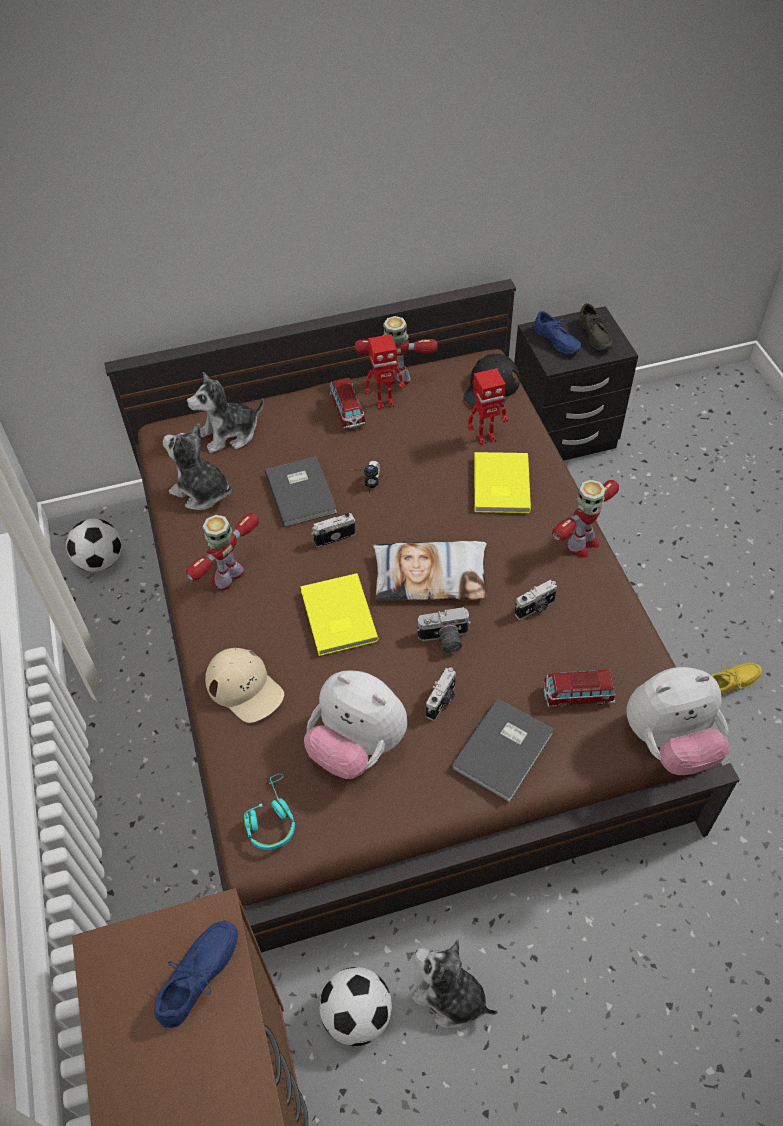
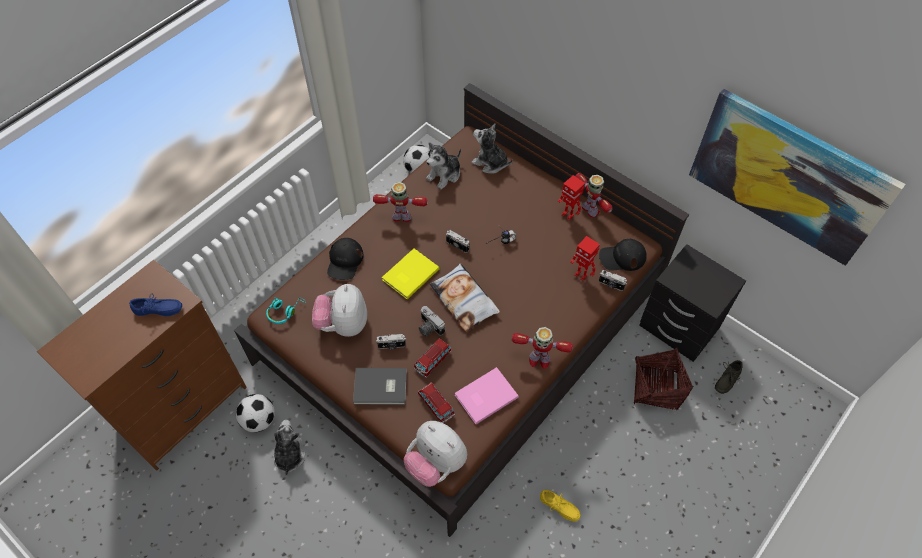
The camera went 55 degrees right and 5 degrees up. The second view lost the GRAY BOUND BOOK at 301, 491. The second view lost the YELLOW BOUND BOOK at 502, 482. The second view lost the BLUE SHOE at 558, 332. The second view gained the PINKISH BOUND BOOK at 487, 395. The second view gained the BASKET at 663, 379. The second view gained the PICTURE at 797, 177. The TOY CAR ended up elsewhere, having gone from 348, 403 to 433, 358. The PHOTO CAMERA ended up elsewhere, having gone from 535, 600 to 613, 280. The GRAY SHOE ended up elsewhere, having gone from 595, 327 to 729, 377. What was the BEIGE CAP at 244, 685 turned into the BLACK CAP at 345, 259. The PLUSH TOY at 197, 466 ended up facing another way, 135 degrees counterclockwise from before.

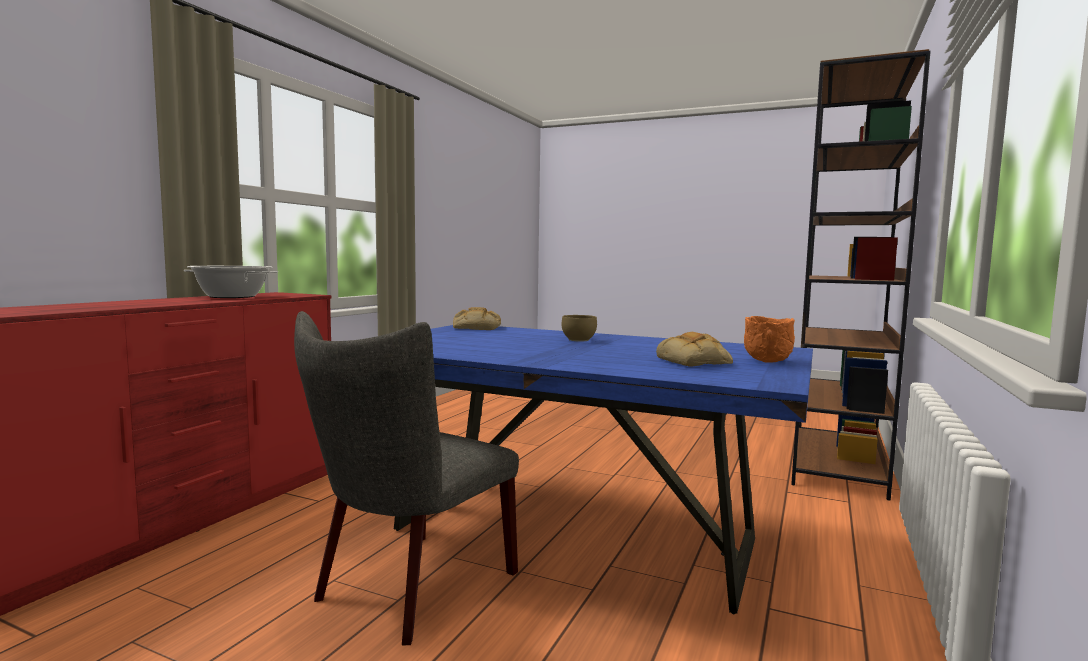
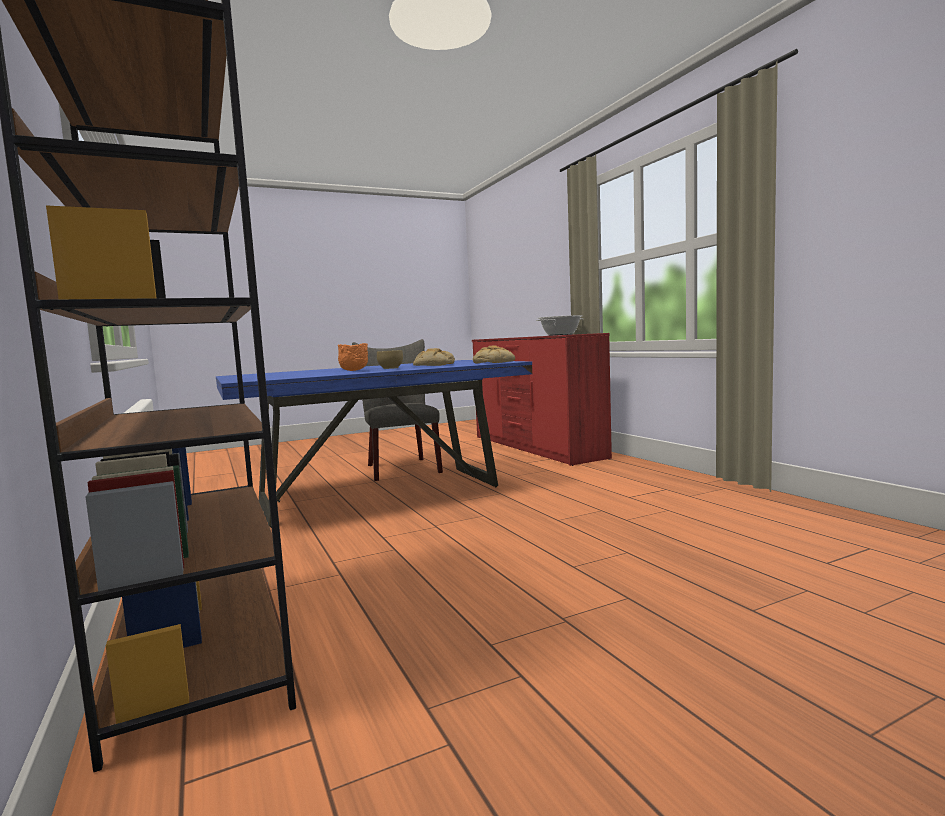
The camera went 130 degrees right and 0 degrees up. The BREAD ended up elsewhere, having gone from 694, 349 to 434, 357. The ORANGE DEEP DISH ended up elsewhere, having gone from 769, 339 to 353, 357.

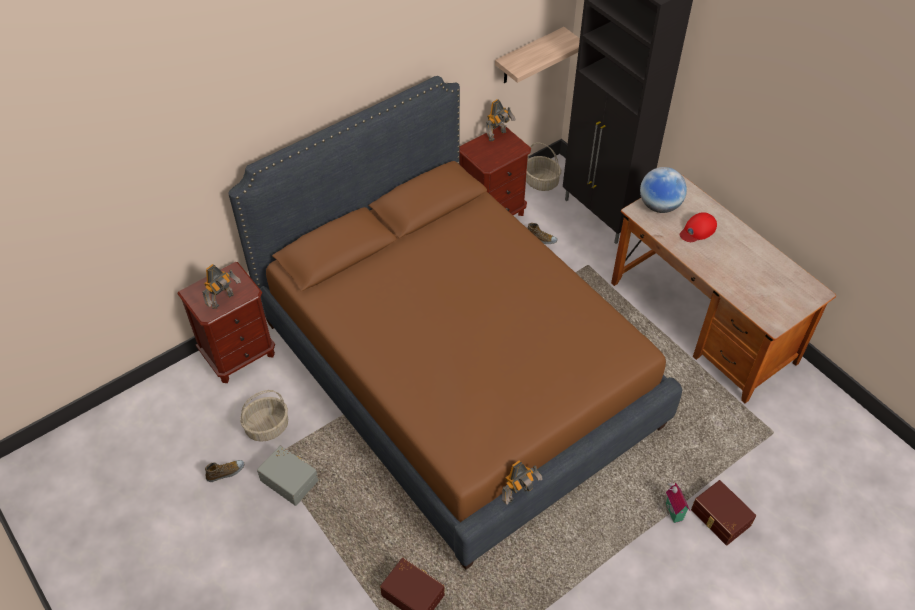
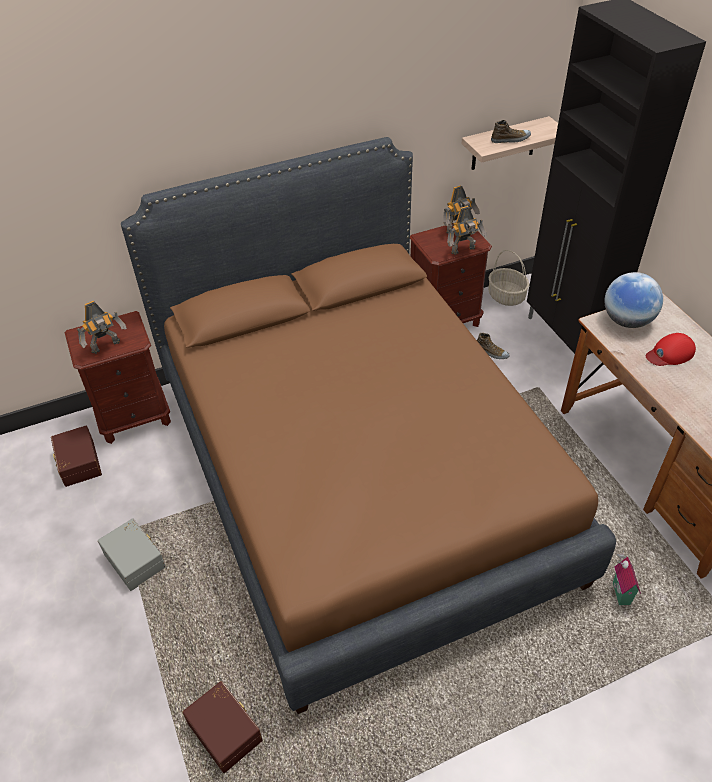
The camera went 15 degrees right and 5 degrees down. The second view lost the BASKET at 264, 416. The SHOE ended up elsewhere, having gone from 224, 471 to 511, 131. The TOY ROBOT ended up elsewhere, having gone from 522, 482 to 467, 230. The TOY HOUSE ended up elsewhere, having gone from 678, 501 to 627, 577. The BROWN STORAGE BIN ended up elsewhere, having gone from 723, 512 to 76, 456.

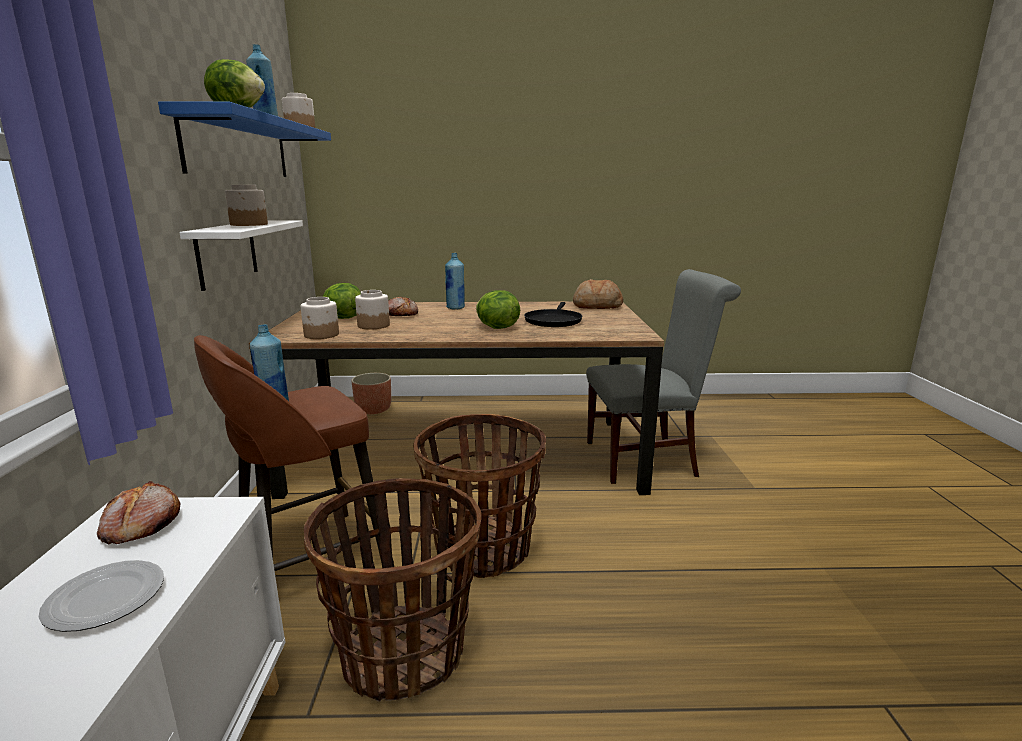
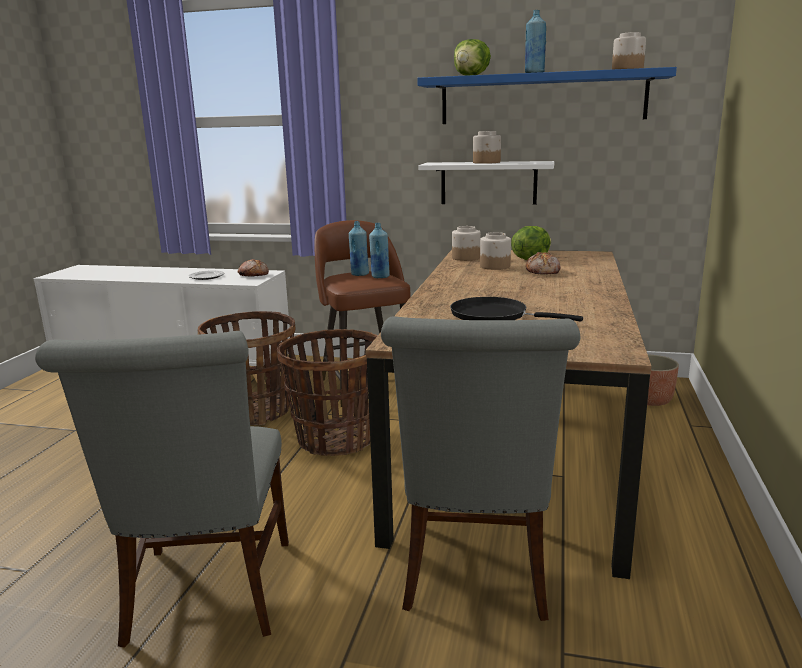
The camera went 105 degrees right and 0 degrees up. The second view lost the LETTUCE HEAD at 498, 309. The second view lost the BREAD at 598, 294. The second view gained the GRAY UPRIGHT CHAIR at 162, 489. The BLUE DRINK BOTTLE ended up elsewhere, having gone from 455, 281 to 379, 250.

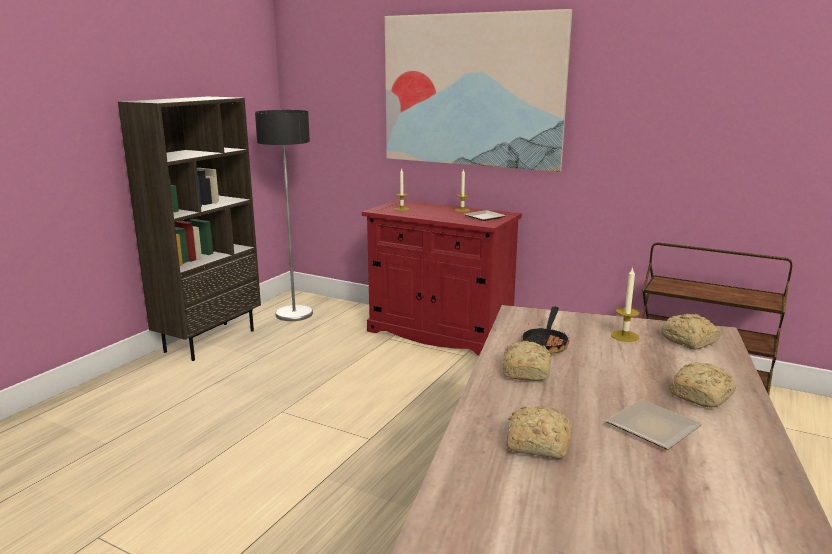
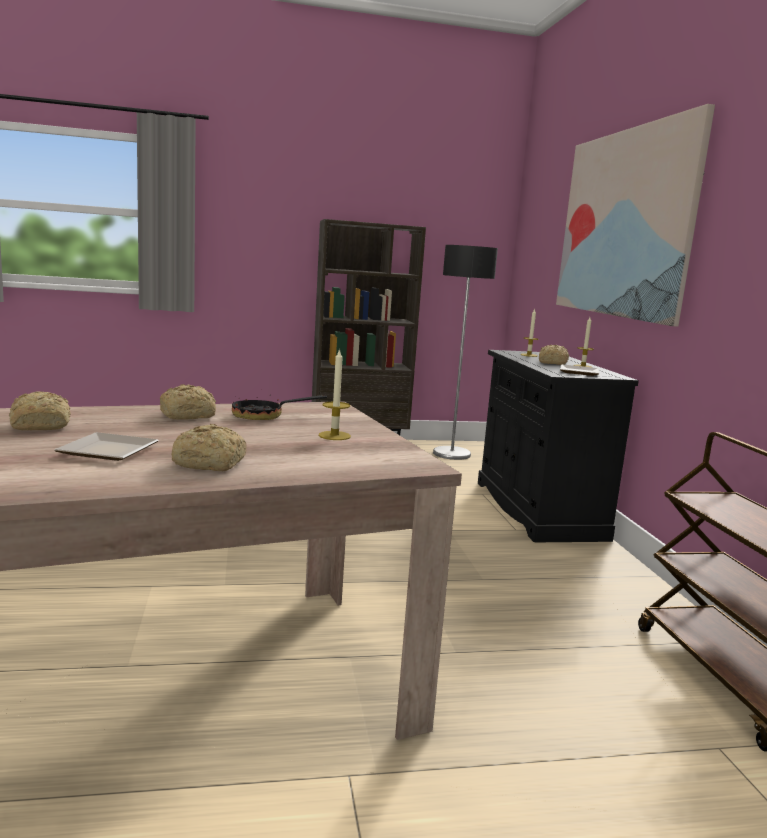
The camera went 50 degrees right and 5 degrees down. The BREAD ended up elsewhere, having gone from 690, 332 to 554, 355. What was the RED-COLOURED CUPBOARD at 442, 278 turned into the BLACK CUPBOARD at 558, 446.

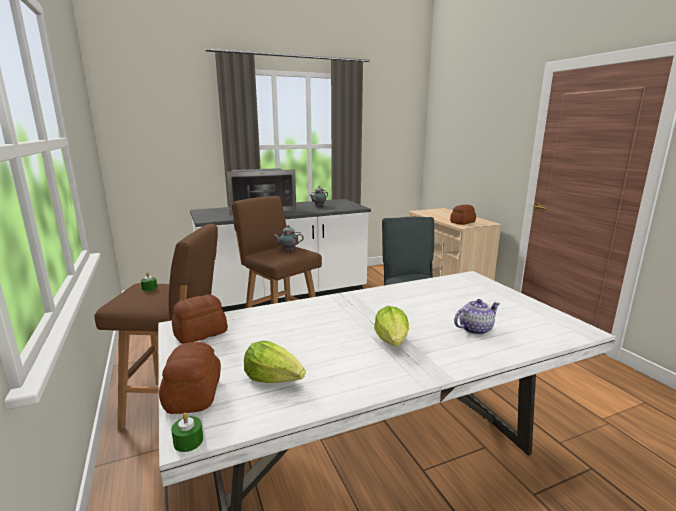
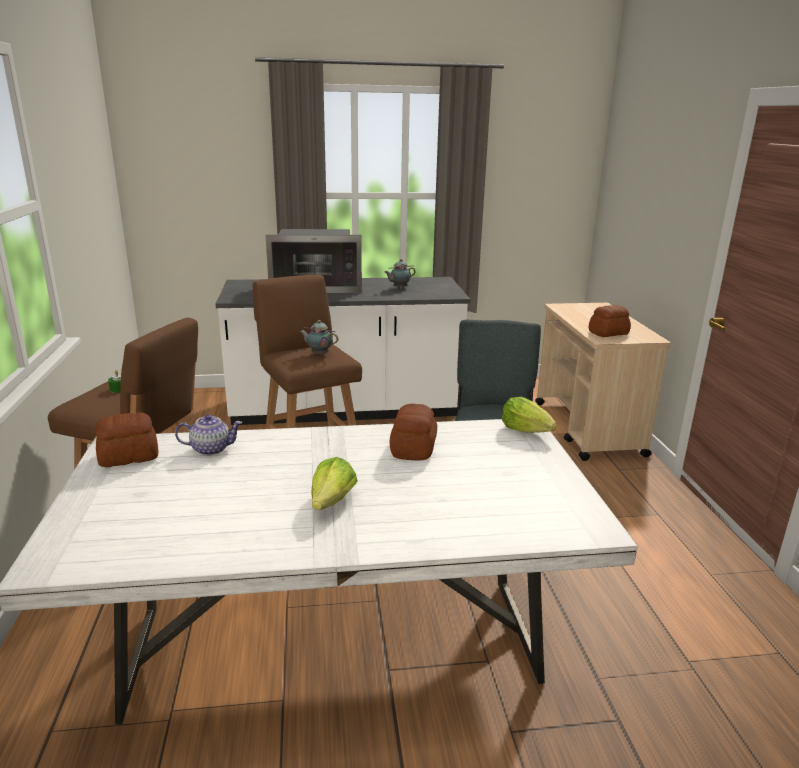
The camera went 15 degrees right and 5 degrees up. The second view lost the GREEN-COLOURED WAX LIGHT at 187, 432. The BREAD ended up elsewhere, having gone from 190, 378 to 413, 432. The LETTUCE HEAD ended up elsewhere, having gone from 275, 362 to 529, 415. The POT FOR TEA ended up elsewhere, having gone from 477, 317 to 208, 435.

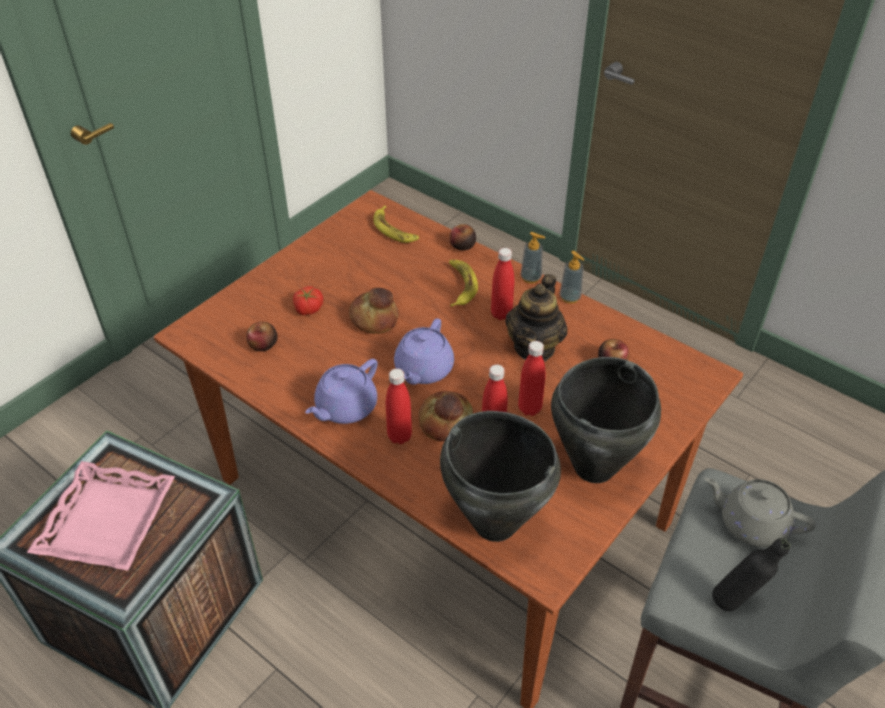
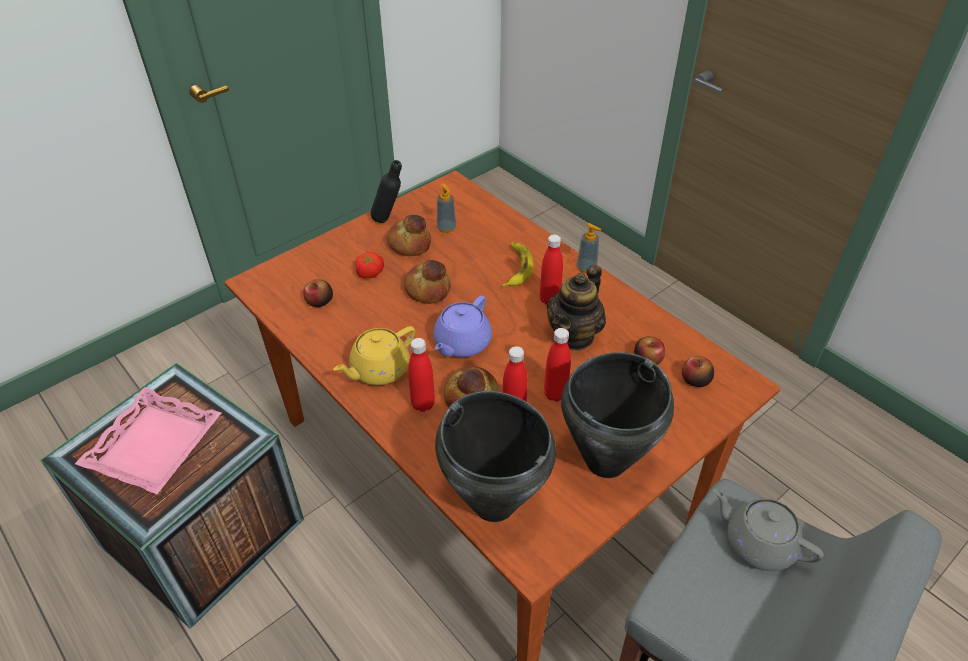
The camera went 10 degrees right and 0 degrees up. The second view lost the BANANA FRUIT at 396, 224. The second view gained the BREAD at 408, 235. The APPLE ended up elsewhere, having gone from 463, 237 to 698, 371. The SOAP DISPENSER ended up elsewhere, having gone from 572, 277 to 446, 208. The BLACK DRINK BOTTLE ended up elsewhere, having gone from 751, 574 to 386, 191. What was the PURPLISH POT FOR TEA at 341, 391 turned into the YELLOW POT FOR TEA at 374, 355.

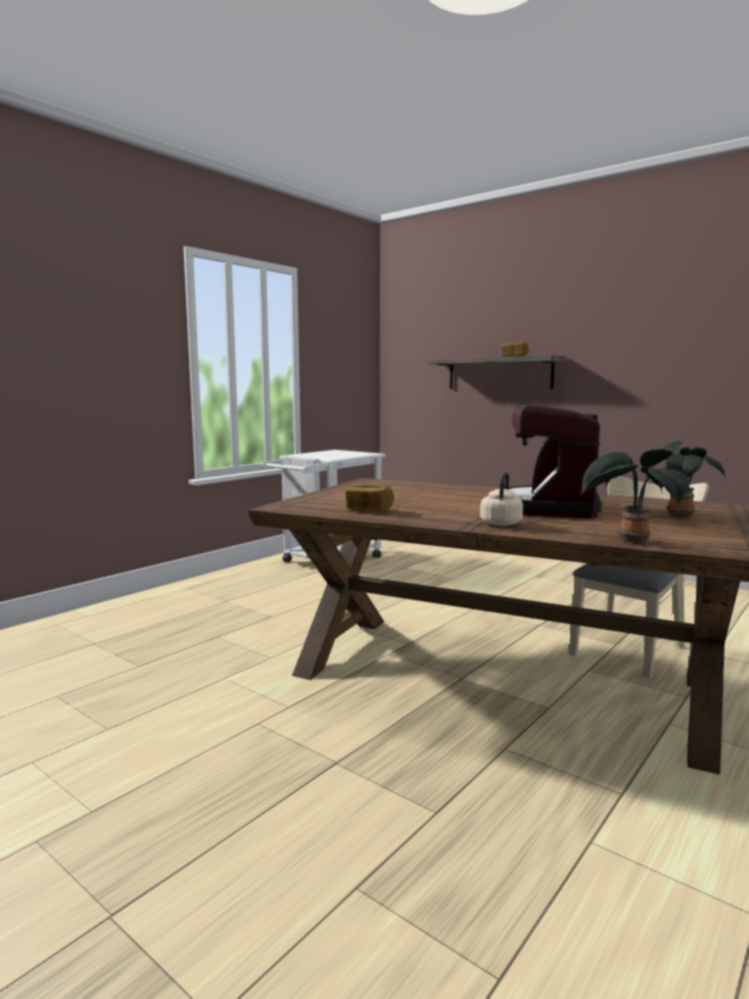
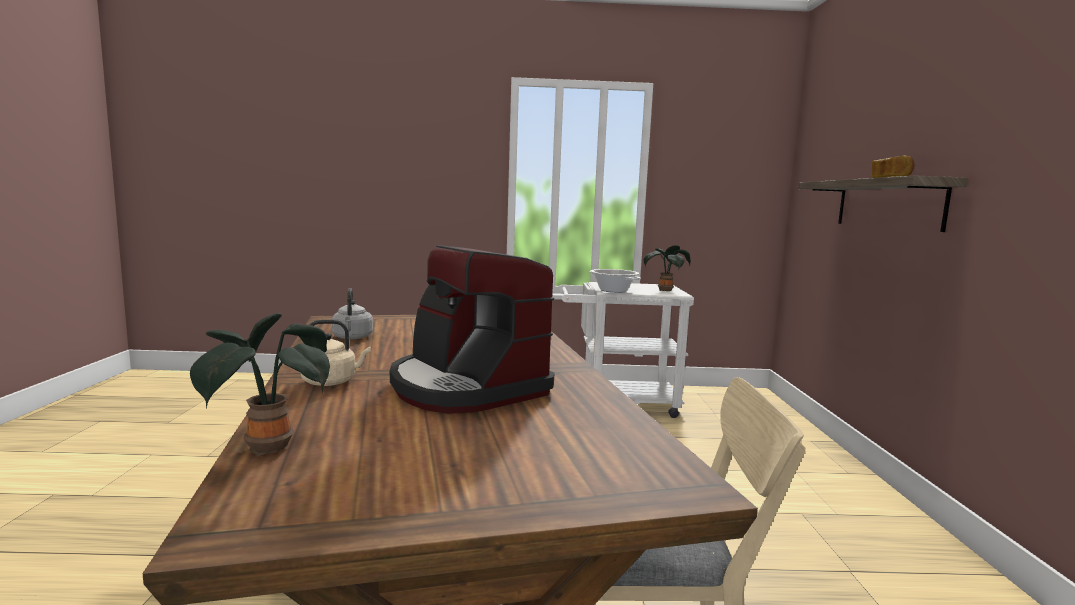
The camera went 50 degrees right and 0 degrees up. The second view gained the SAUCEPOT at 615, 281. The POTTED PLANT ended up elsewhere, having gone from 683, 480 to 667, 268. Where the BREAD stood at 370, 497, the GRAY KETTLE came to stand at 352, 313. The COFFEE MAKER at 555, 461 ended up facing another way, 105 degrees counterclockwise from before.

